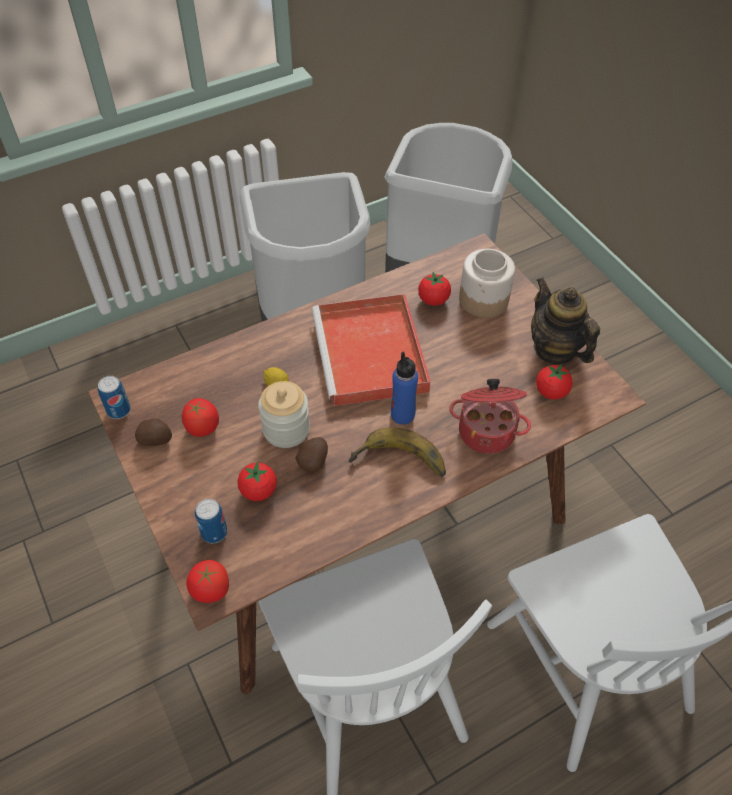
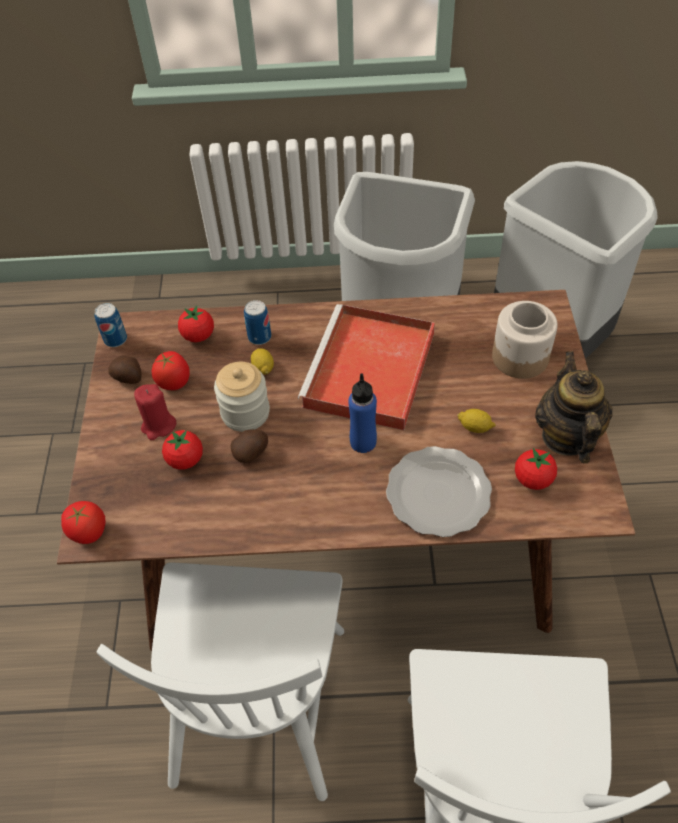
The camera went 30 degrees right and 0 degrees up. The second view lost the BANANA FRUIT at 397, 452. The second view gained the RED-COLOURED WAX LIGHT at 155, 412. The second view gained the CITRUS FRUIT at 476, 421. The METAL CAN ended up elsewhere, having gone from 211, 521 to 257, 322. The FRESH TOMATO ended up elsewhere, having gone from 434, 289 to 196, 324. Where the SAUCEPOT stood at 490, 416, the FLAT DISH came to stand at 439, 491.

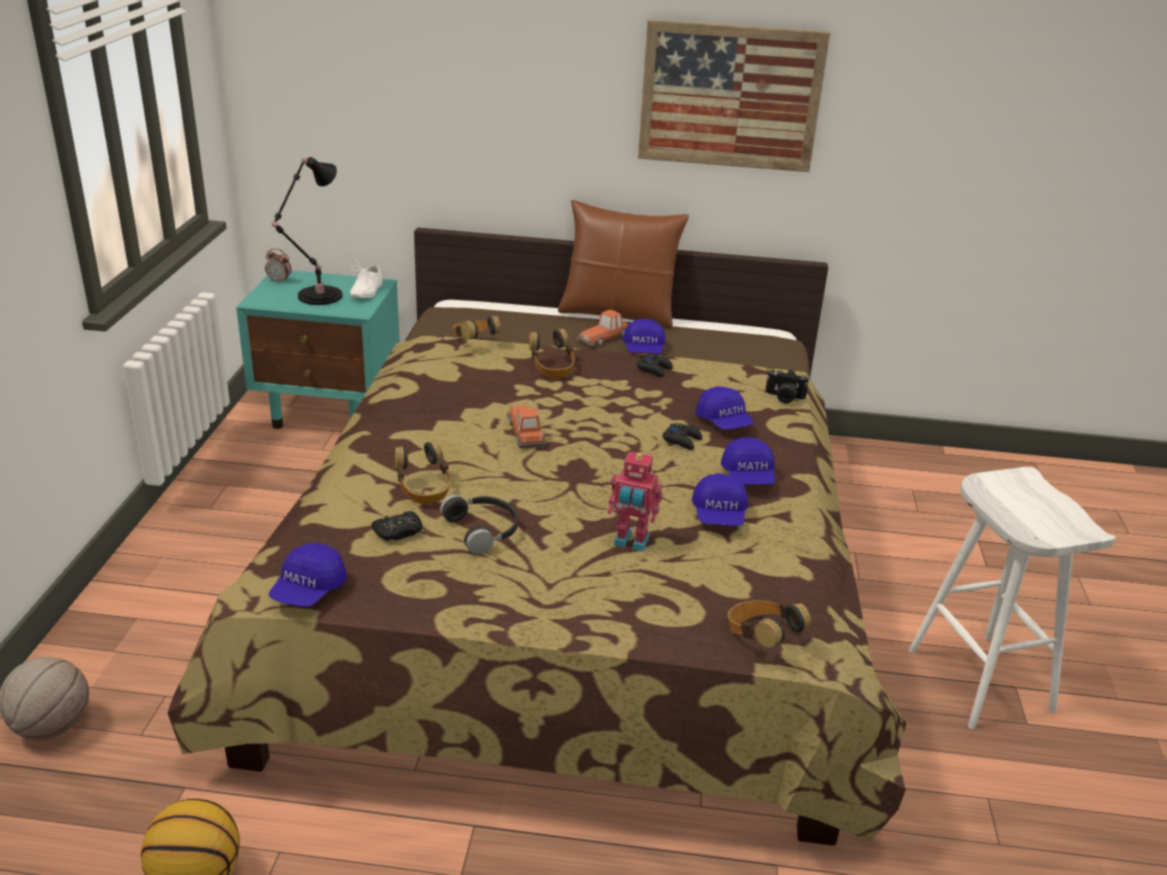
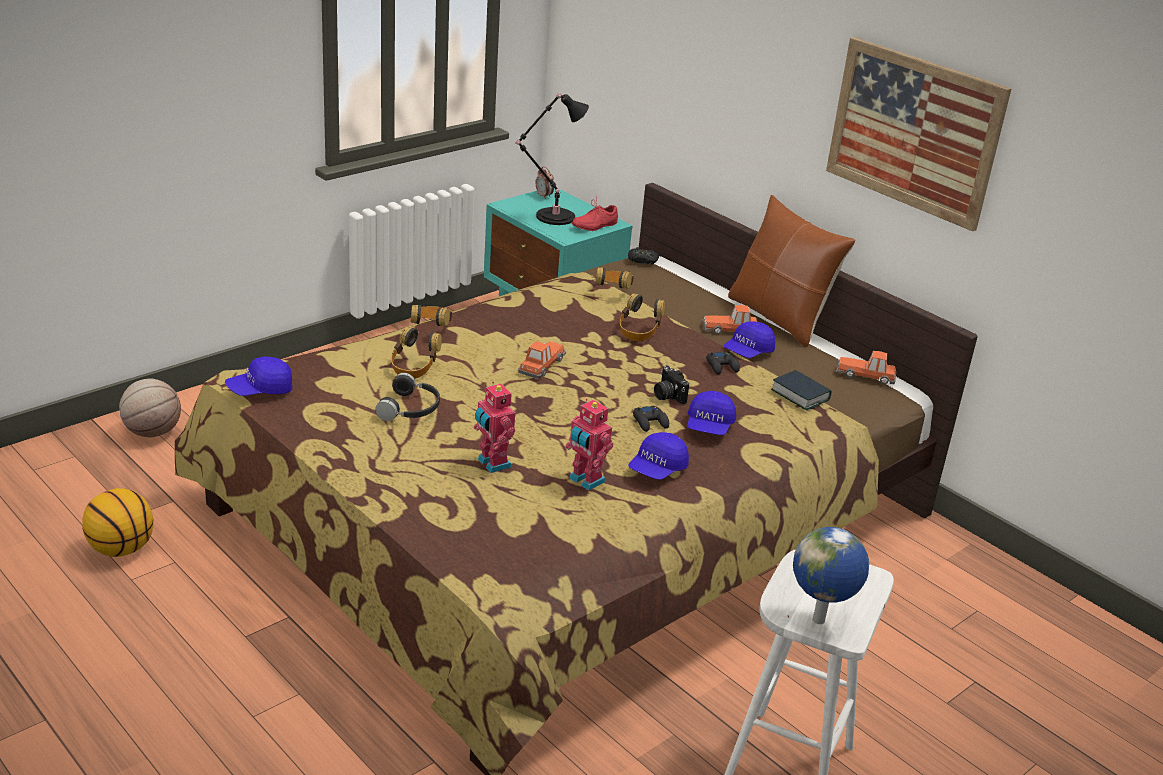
The camera went 40 degrees right and 0 degrees up. The second view gained the BOUND BOOK at 801, 390. The second view gained the GLOBE at 831, 575. The second view gained the TOY CAR at 866, 367. The BLACK GAME CONTROLLER ended up elsewhere, having gone from 396, 526 to 643, 256. The HEADPHONES ended up elsewhere, having gone from 769, 624 to 432, 315. The PHOTO CAMERA ended up elsewhere, having gone from 787, 386 to 671, 384. Where the BLUE CAP stood at 720, 499, the TOY ROBOT came to stand at 589, 445. What was the WHITE SHOE at 366, 279 turned into the RED-COLOURED SHOE at 595, 215.

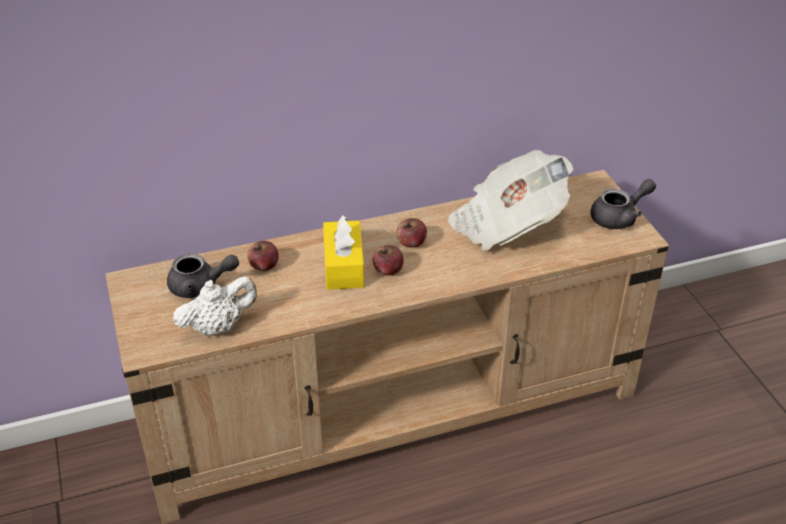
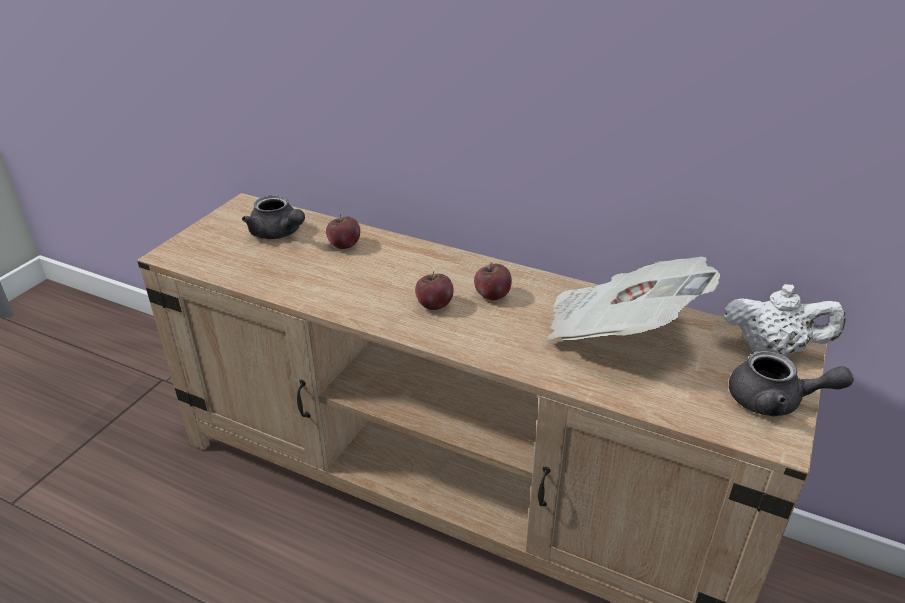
The camera went 45 degrees right and 5 degrees down. The second view lost the YELLOW TISSUE HOLDER at 343, 252. The WHITE POT FOR TEA ended up elsewhere, having gone from 215, 306 to 785, 320.

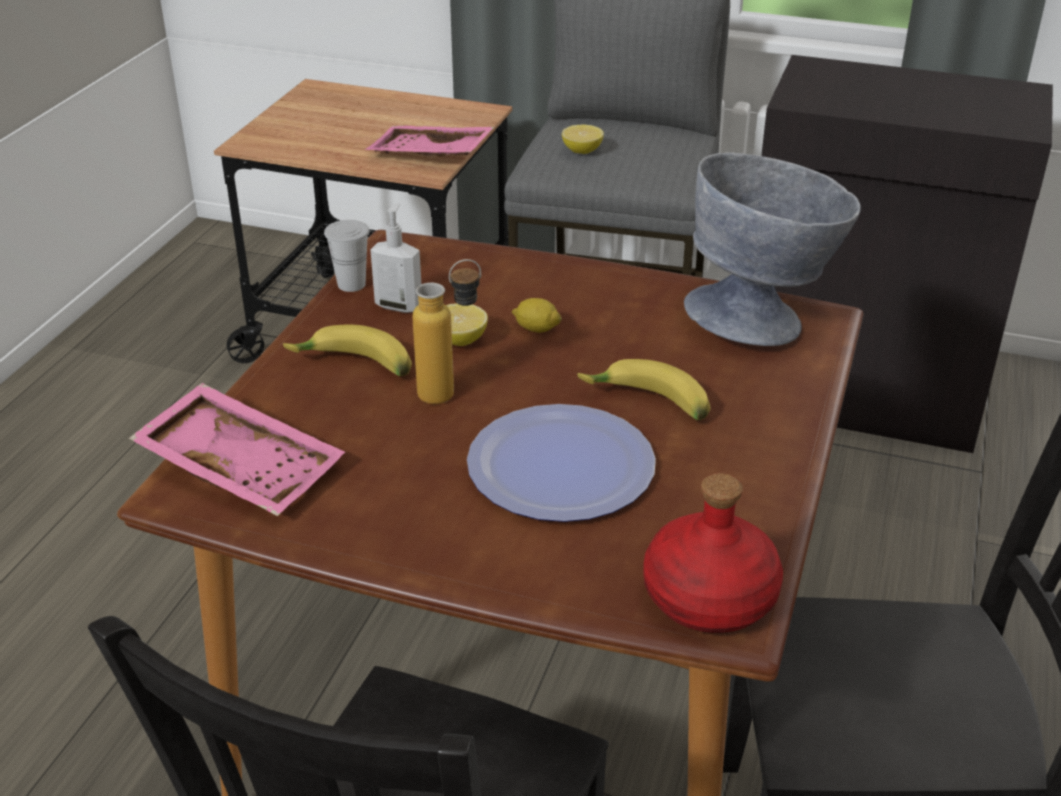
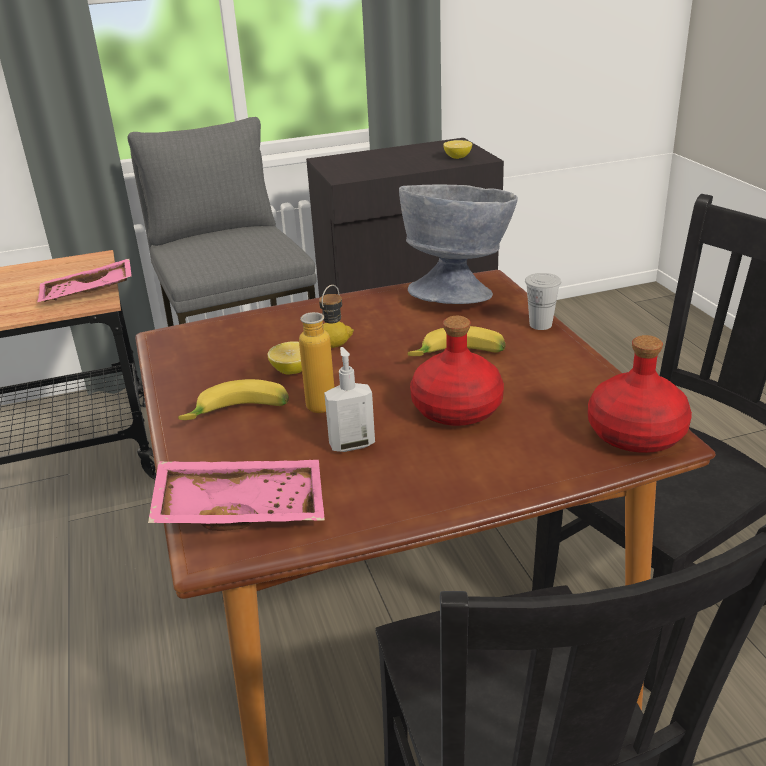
The camera went 35 degrees left and 5 degrees down. The WHITE DRINKING CUP ended up elsewhere, having gone from 346, 256 to 543, 301. The SOAP DISPENSER ended up elsewhere, having gone from 396, 258 to 349, 399. The CITRUS FRUIT ended up elsewhere, having gone from 583, 139 to 457, 149. Where the FLAT DISH stood at 561, 463, the RED-COLOURED DRINK BOTTLE came to stand at 457, 371.

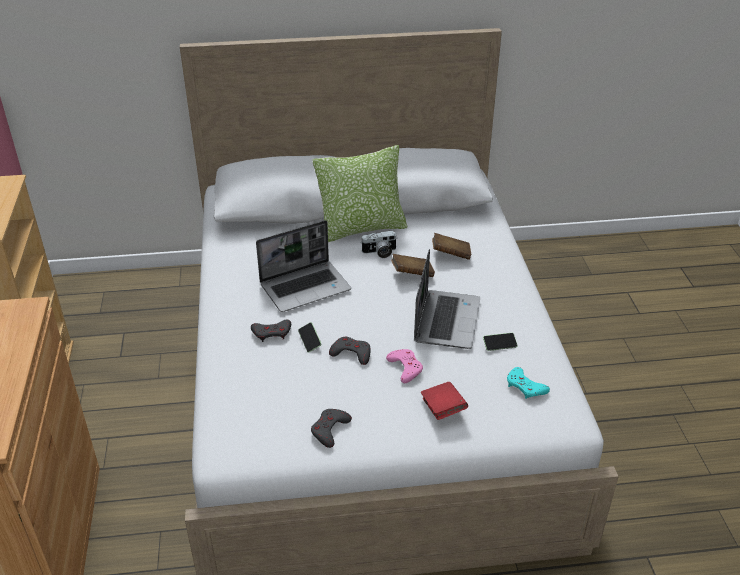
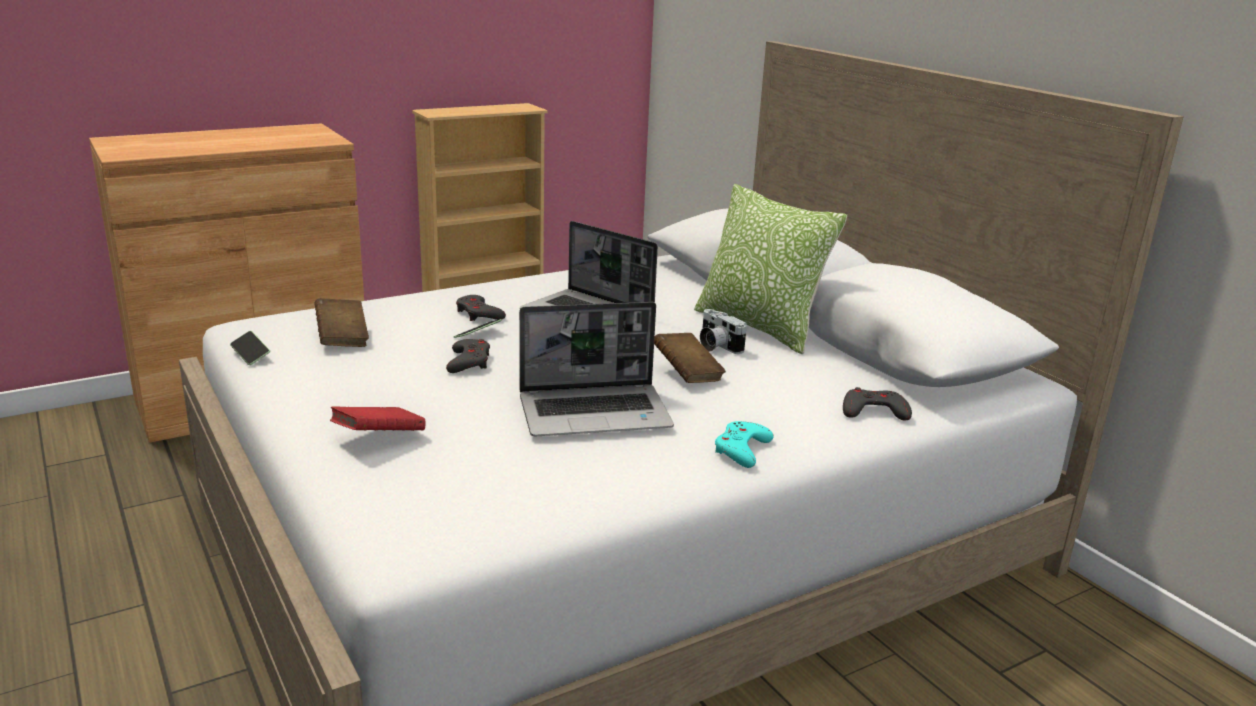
The camera went 65 degrees right and 15 degrees down. The second view lost the PINKISH GAME CONTROLLER at 404, 366. The GRAY GAME CONTROLLER ended up elsewhere, having gone from 331, 428 to 877, 404. The BROWN BOUND BOOK ended up elsewhere, having gone from 451, 246 to 341, 322. The HANDSET ended up elsewhere, having gone from 500, 342 to 250, 348. The TURQUOISE-COLOURED GAME CONTROLLER ended up elsewhere, having gone from 528, 383 to 744, 444.

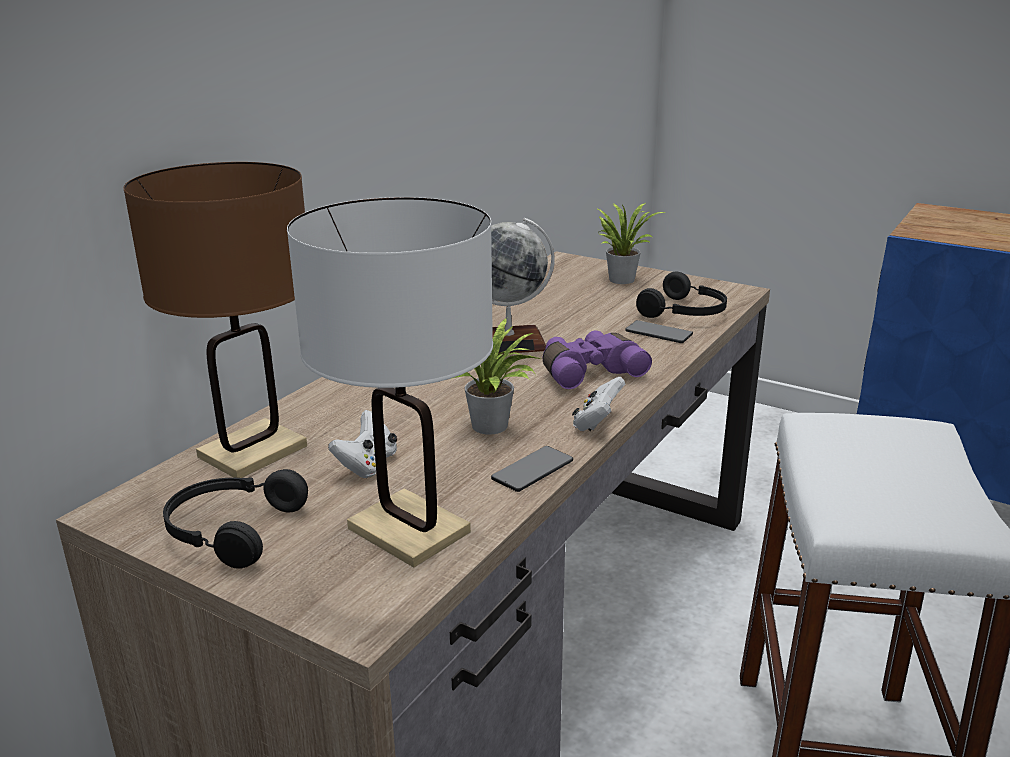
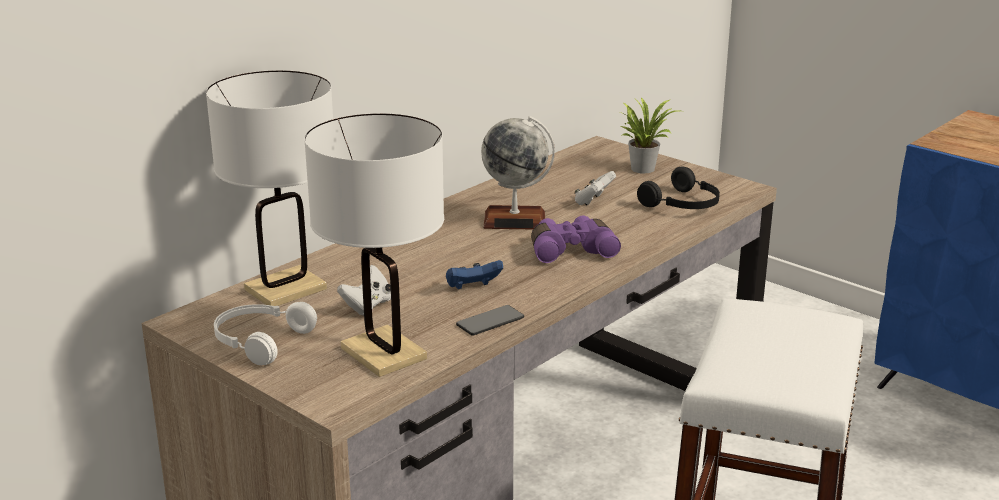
The camera went 10 degrees right and 0 degrees up. The second view lost the HANDSET at 659, 331. The WHITE GAME CONTROLLER ended up elsewhere, having gone from 598, 404 to 595, 188. Where the POTTED PLANT stood at 496, 376, the BLUE GAME CONTROLLER came to stand at 474, 274. What was the BROWN LAMP FOR A TABLE at 215, 320 turned into the WHITE LAMP FOR A TABLE at 269, 188. What was the BLACK HEADPHONES at 235, 519 turned into the WHITE HEADPHONES at 265, 333.

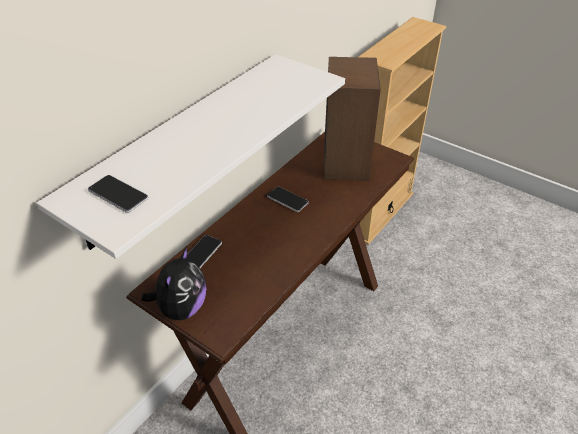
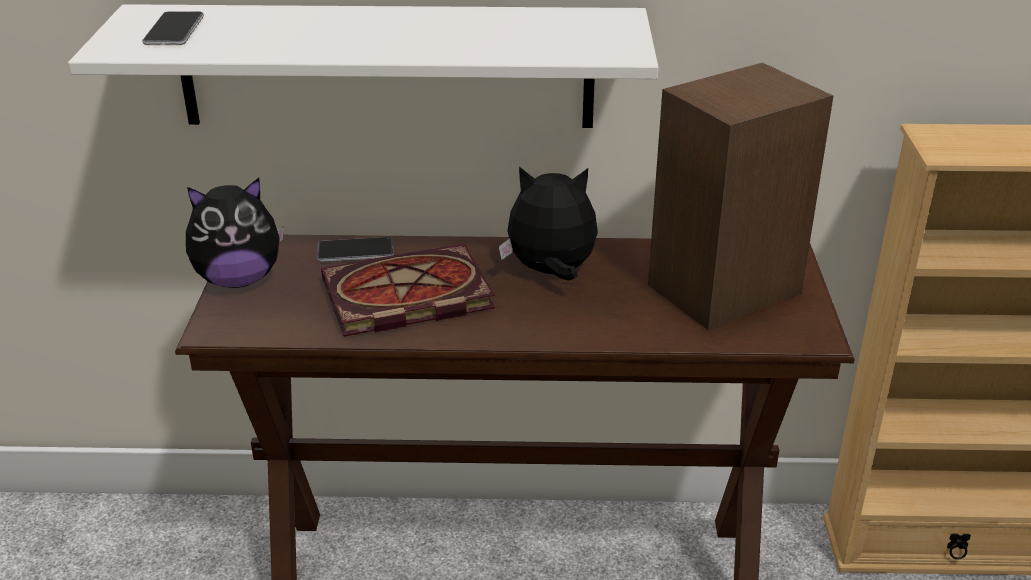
The camera went 55 degrees right and 10 degrees down. The second view gained the BOUND BOOK at 408, 290. Where the HANDSET stood at 288, 199, the PLUSH TOY came to stand at 548, 224.

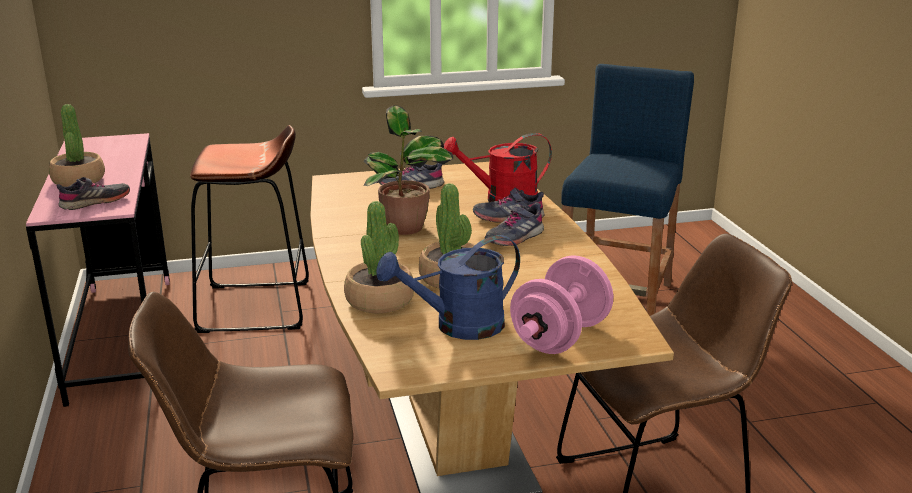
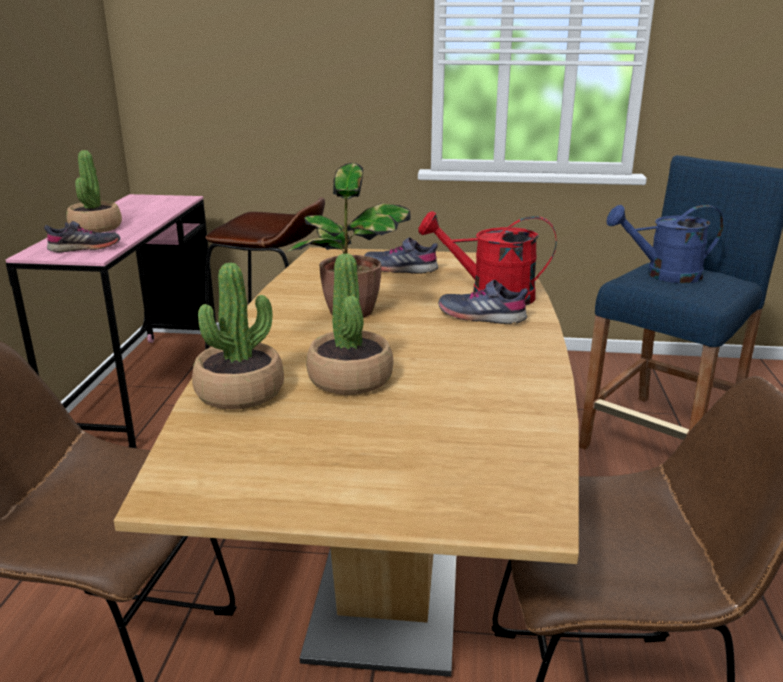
The camera went 20 degrees right and 0 degrees up. The second view lost the GRAY SHOE at 514, 224. The second view lost the PINKISH FREE WEIGHT at 561, 304. The BLUE SPRINKLING CAN ended up elsewhere, having gone from 448, 287 to 665, 244.

